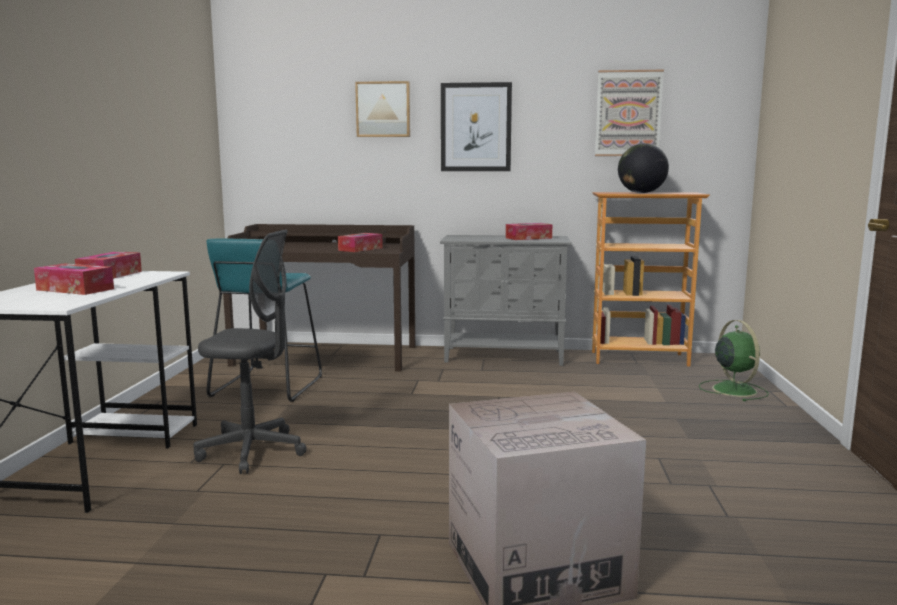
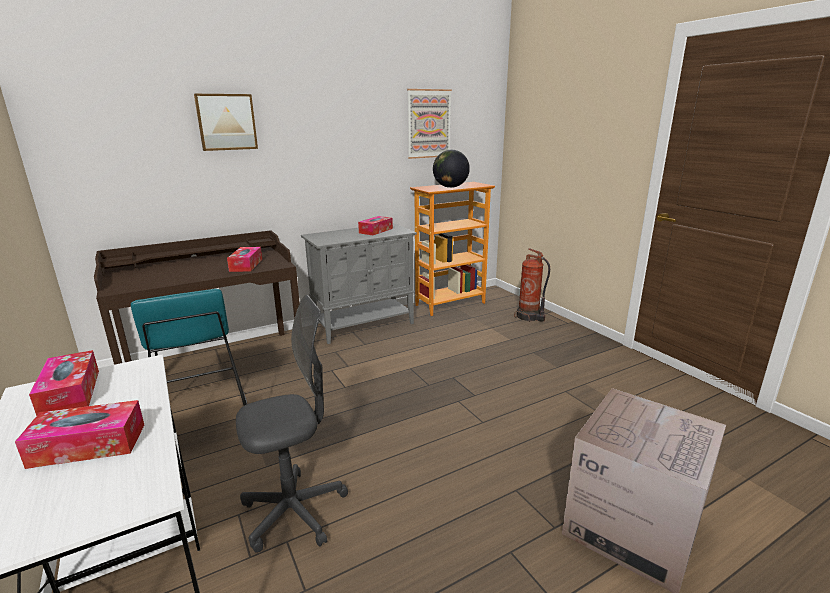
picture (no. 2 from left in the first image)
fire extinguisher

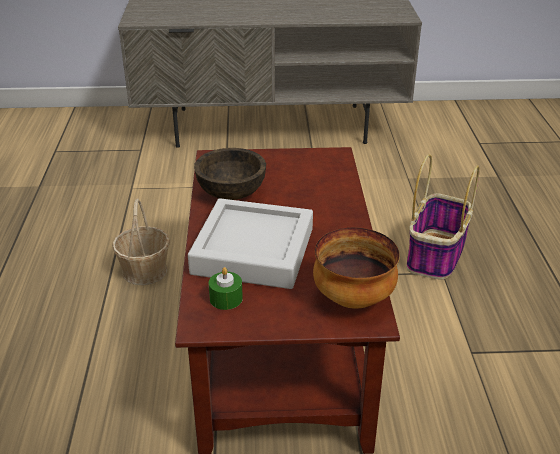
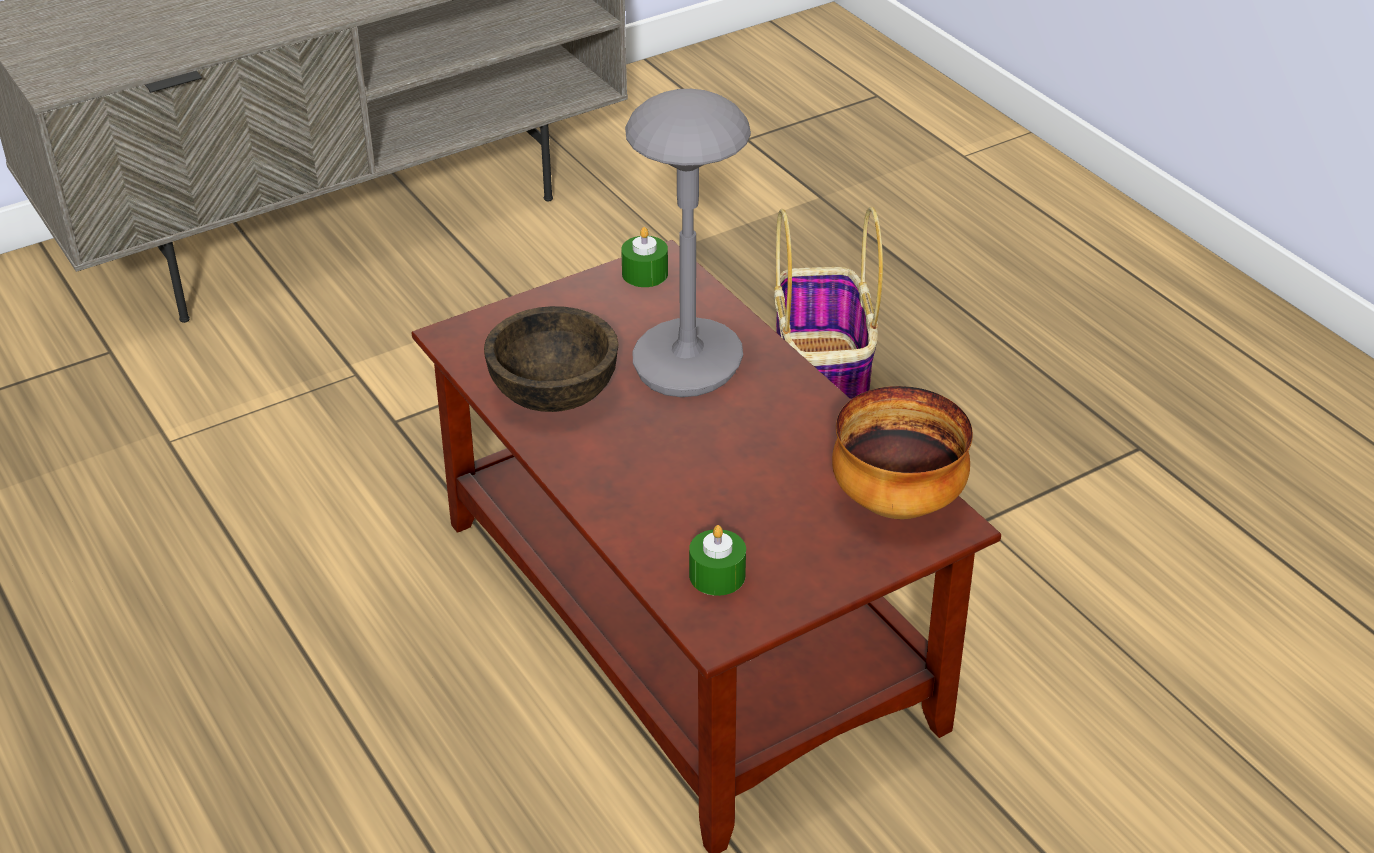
basket (no. 1 from left in the first image)
grey tray
green candle (no. 1 from left)
grey table lamp

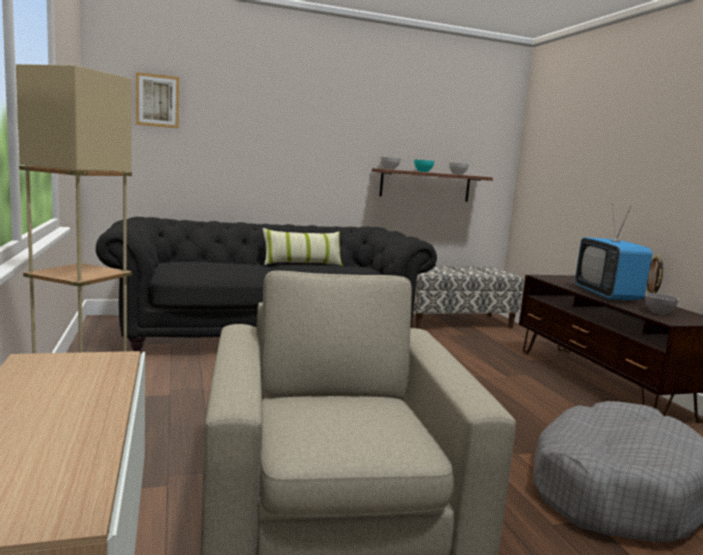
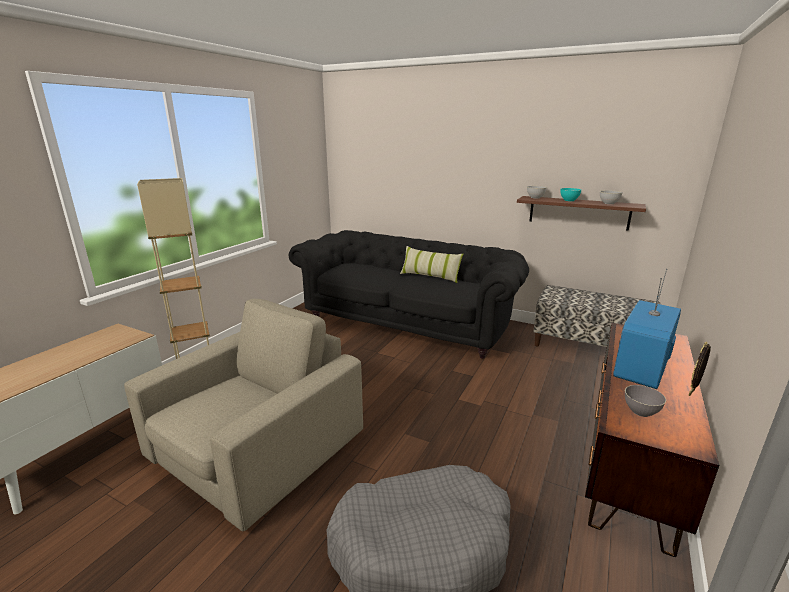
picture

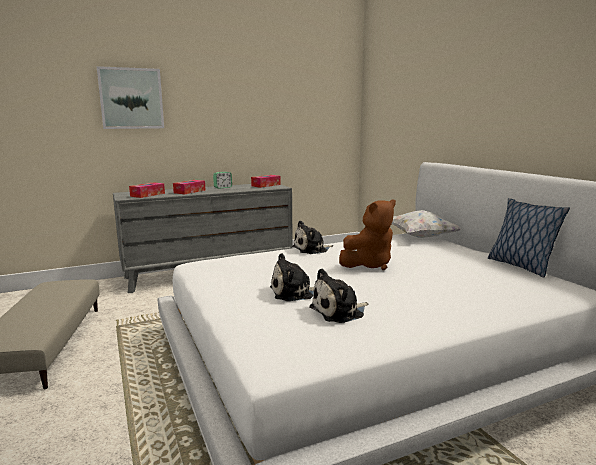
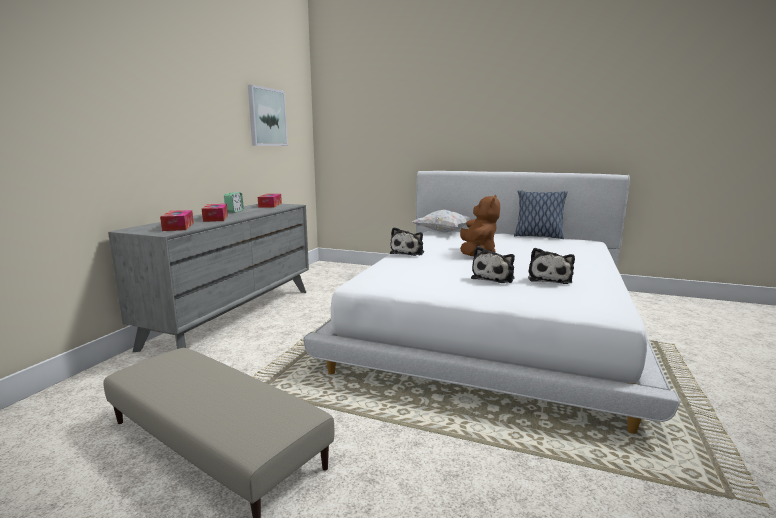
picture

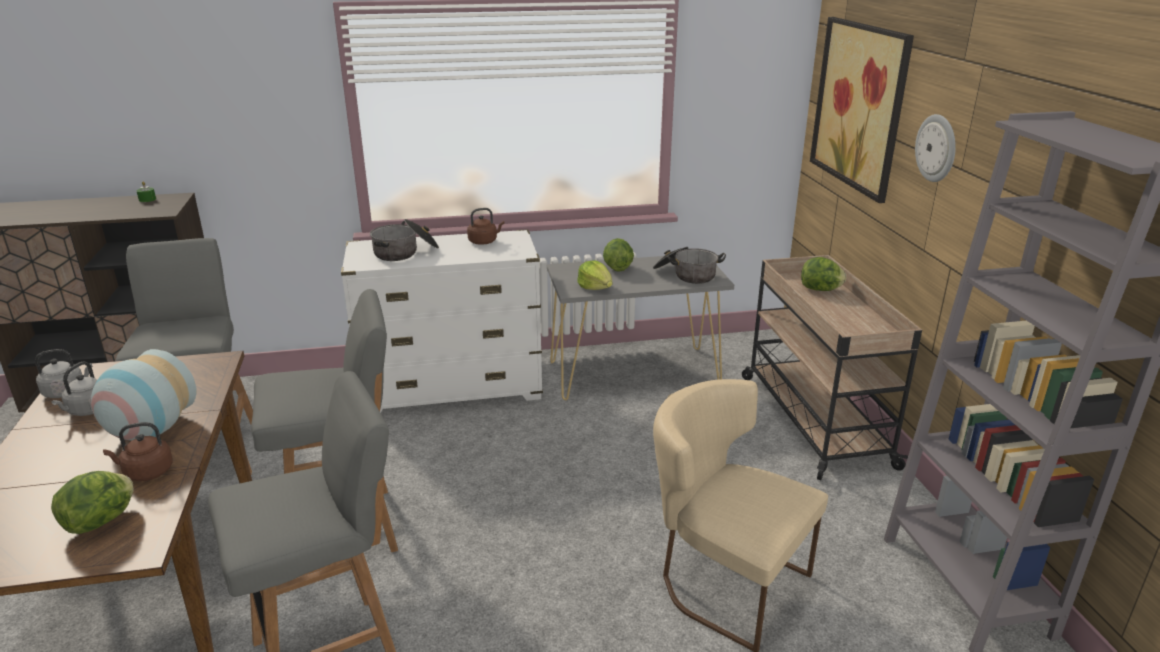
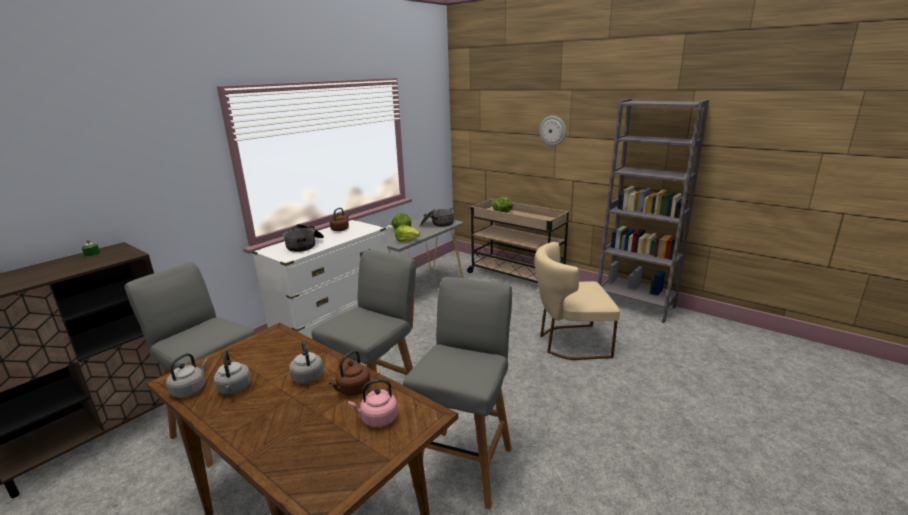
picture
pink kettle
grey kettle (no. 3 from left)

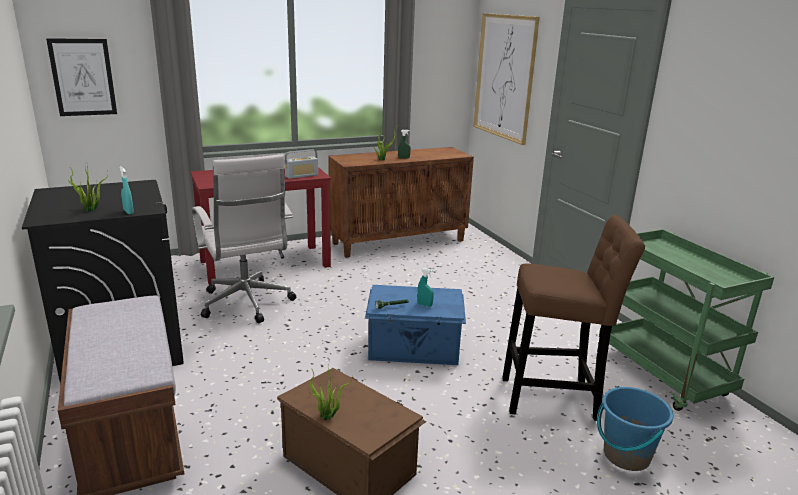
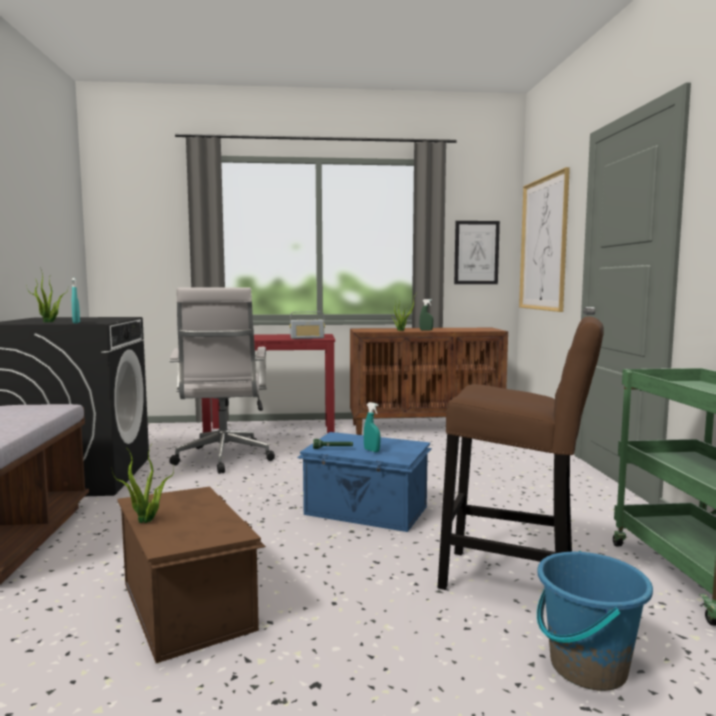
picture (no. 1 from left)

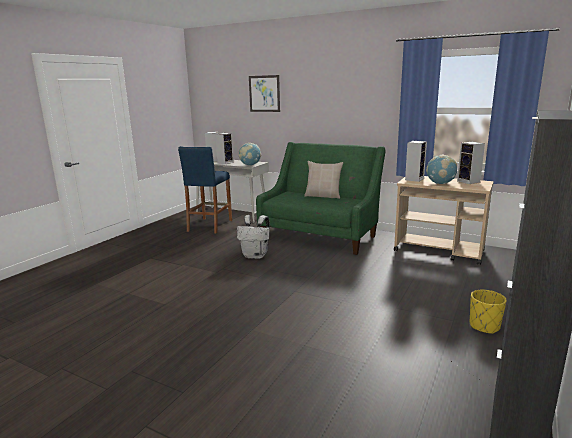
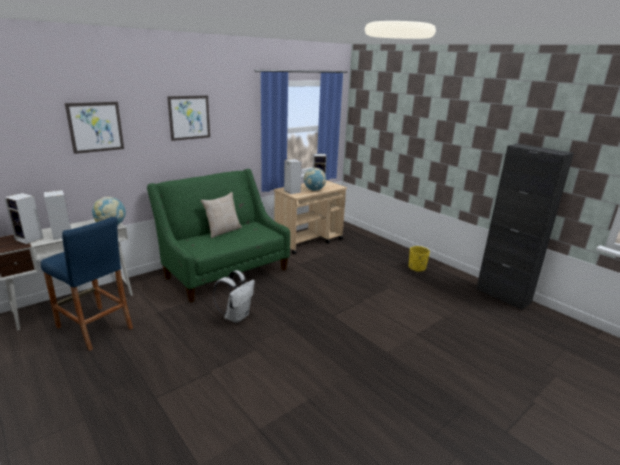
picture (no. 2 from left)

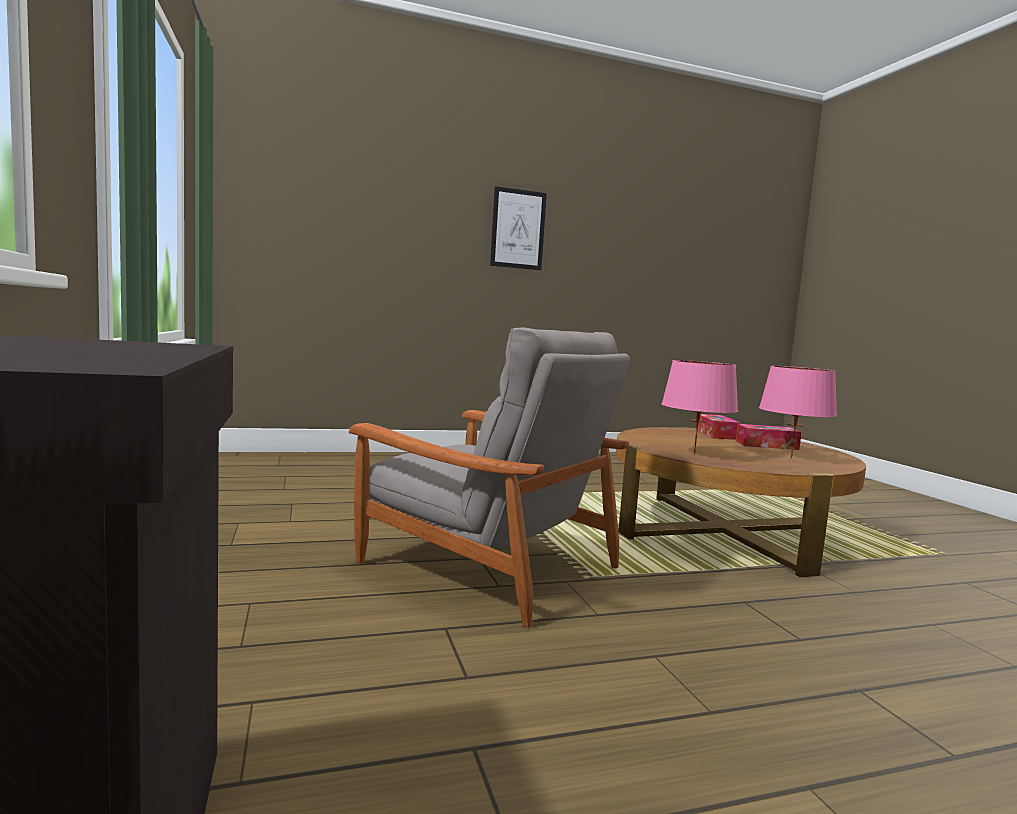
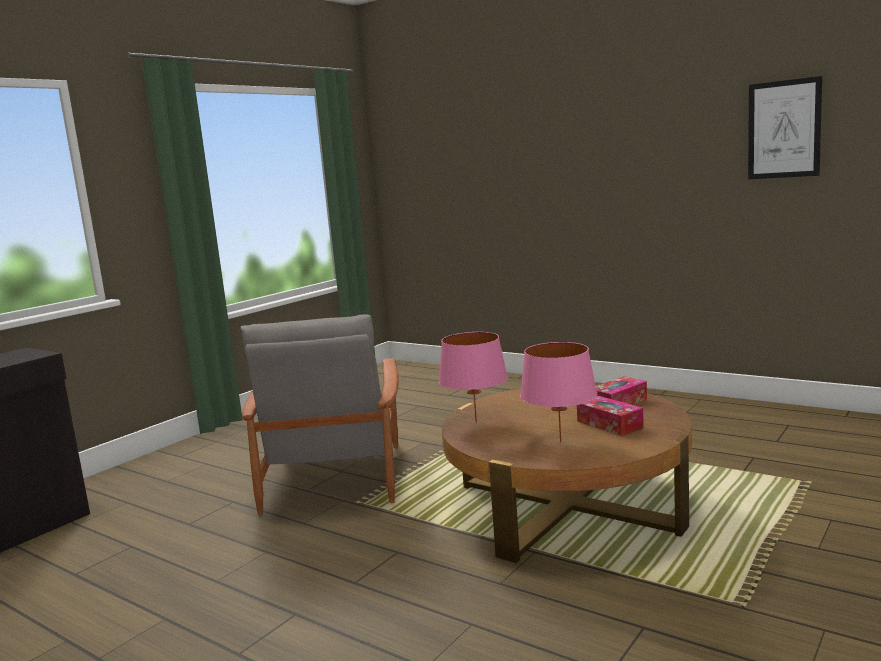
picture

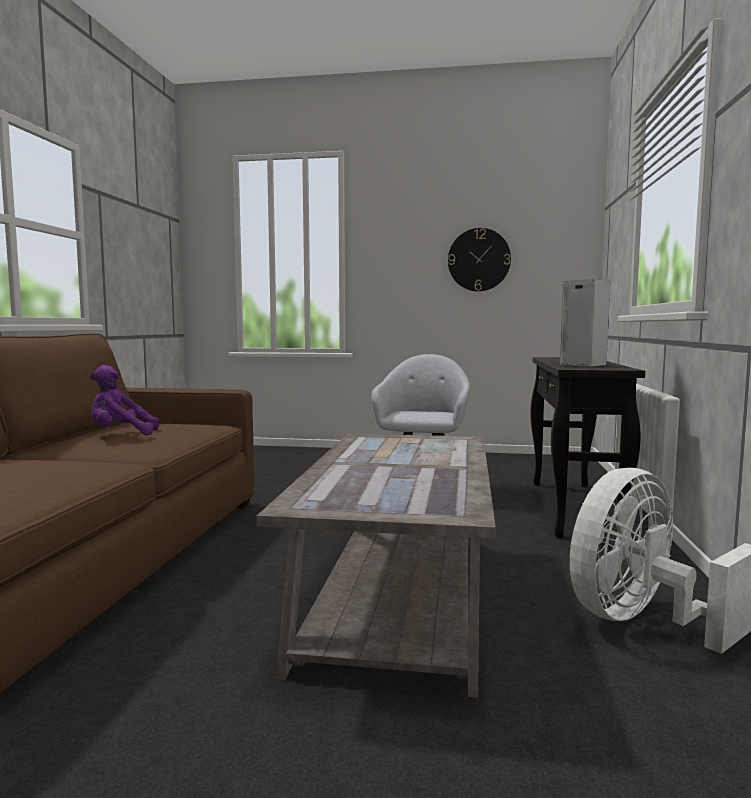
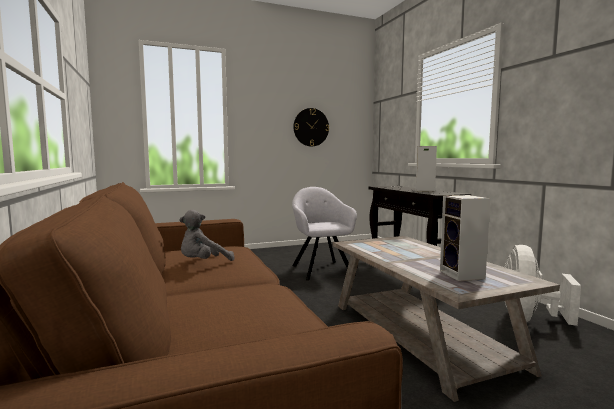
speaker (no. 2 from left)
grey plush toy

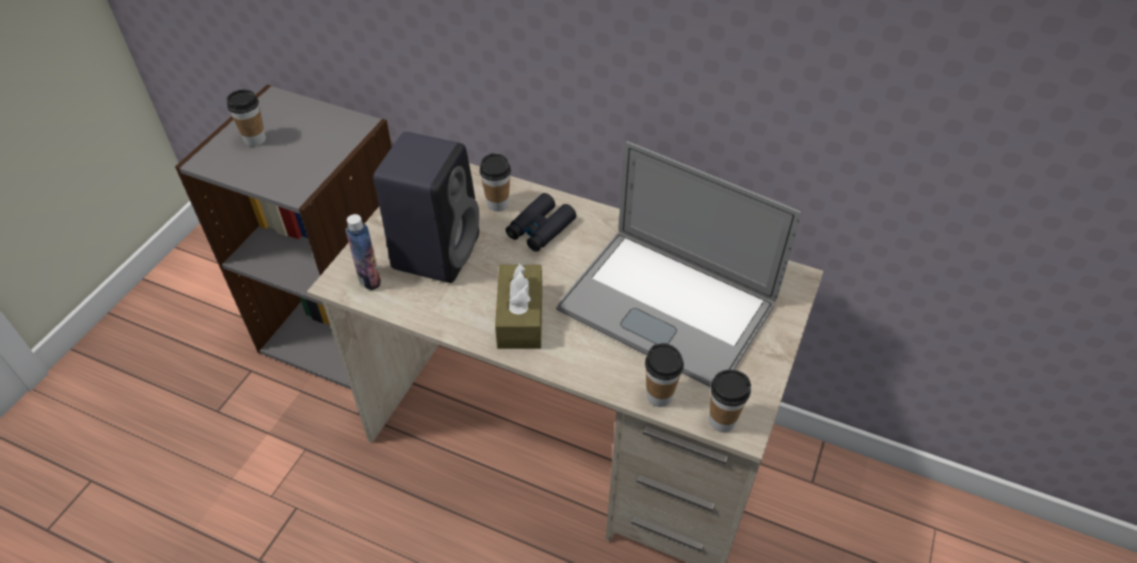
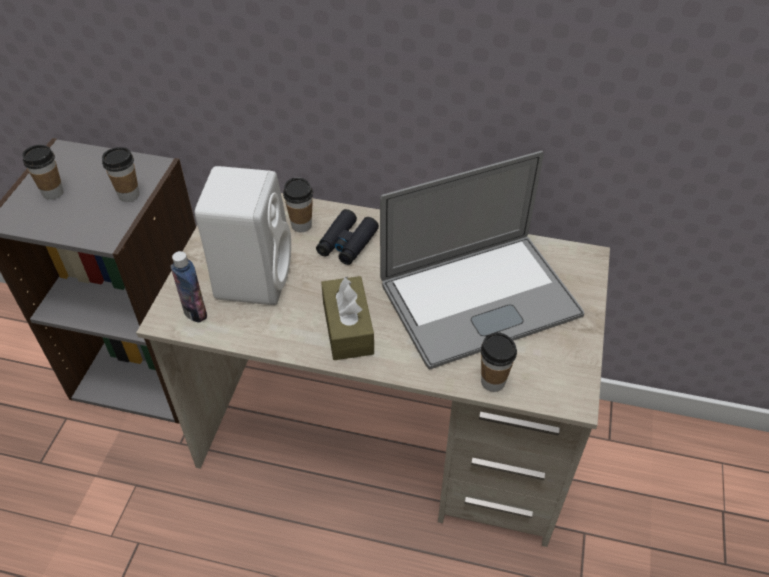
cup (no. 2 from left)
white speaker
laptop

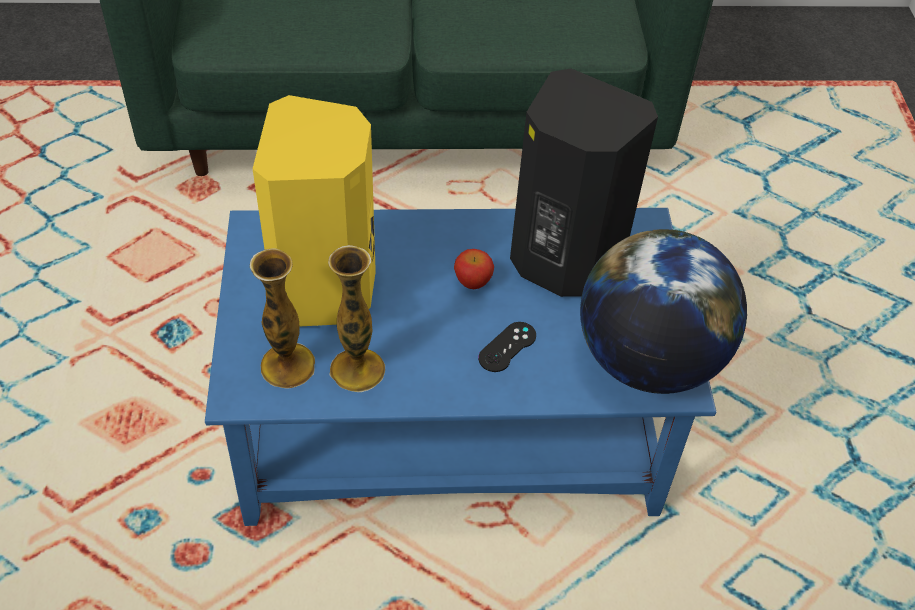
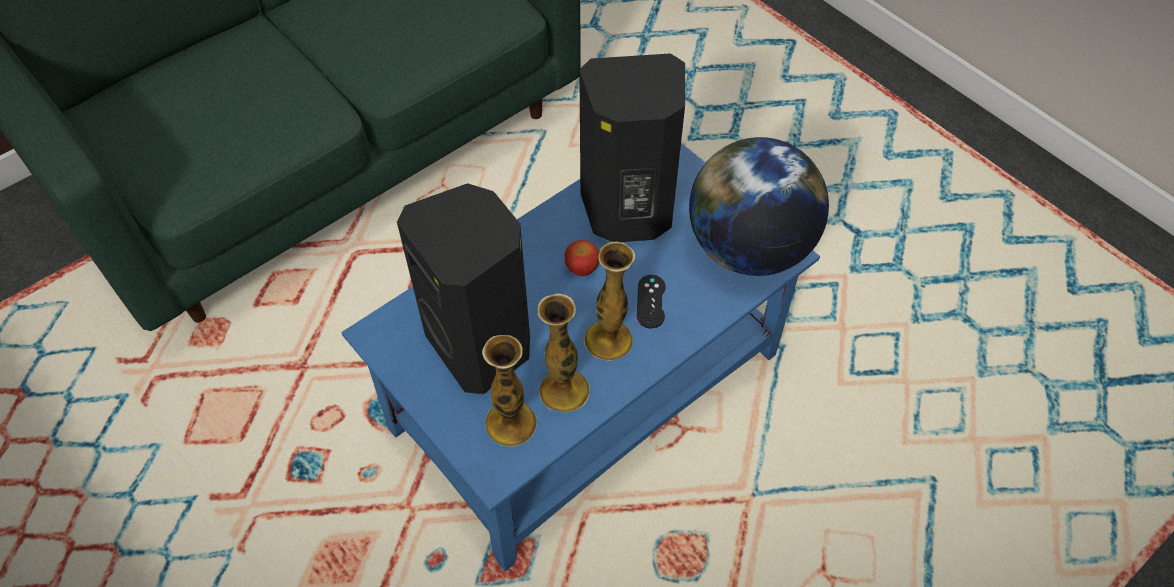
vase (no. 3 from left)
black speaker (no. 1 from left)

